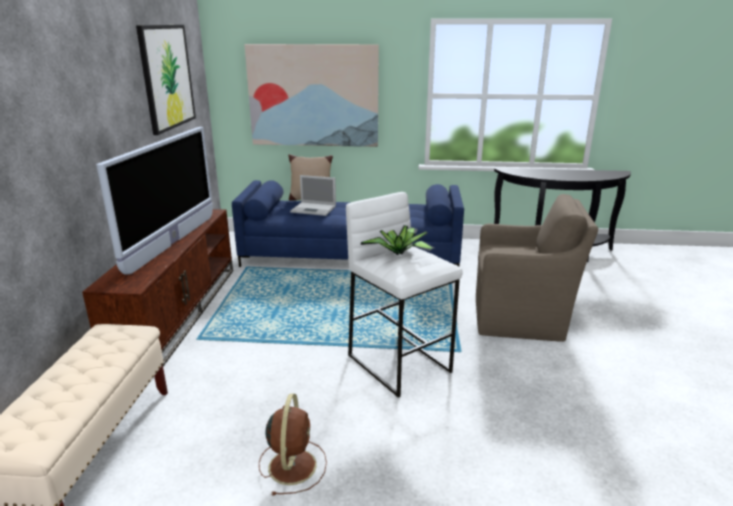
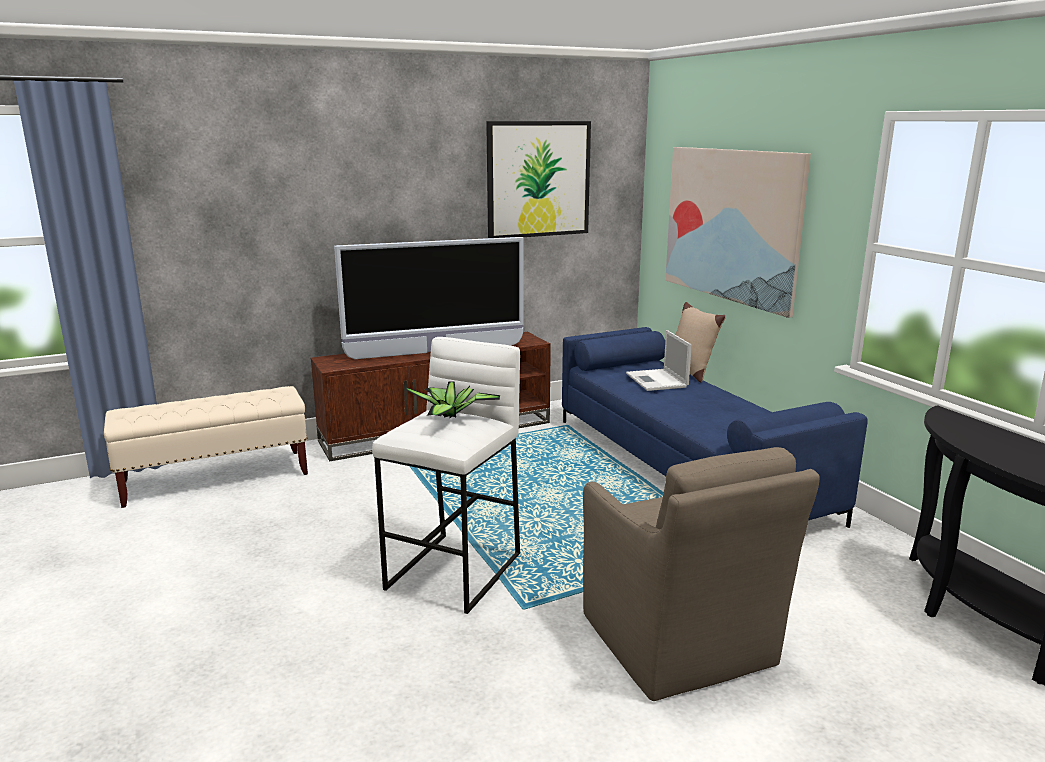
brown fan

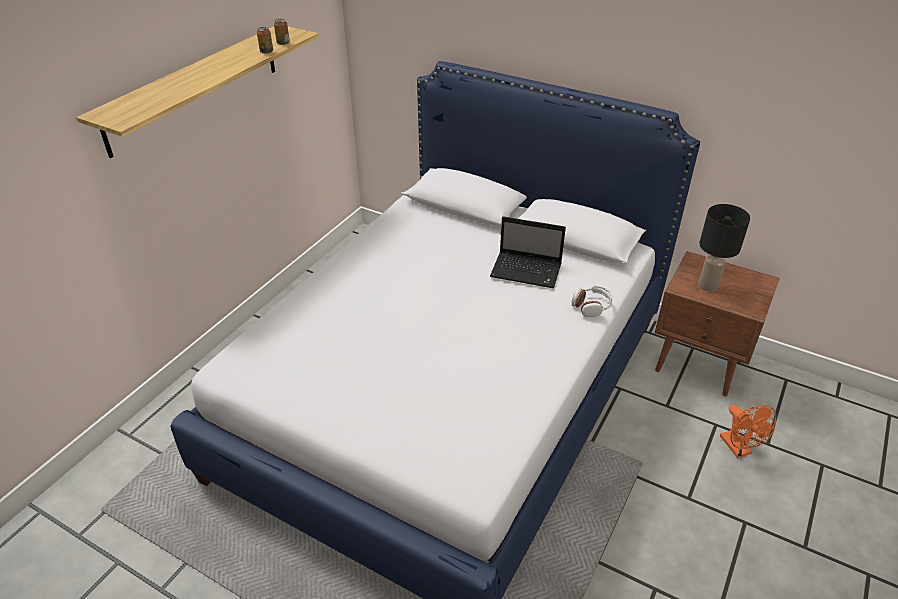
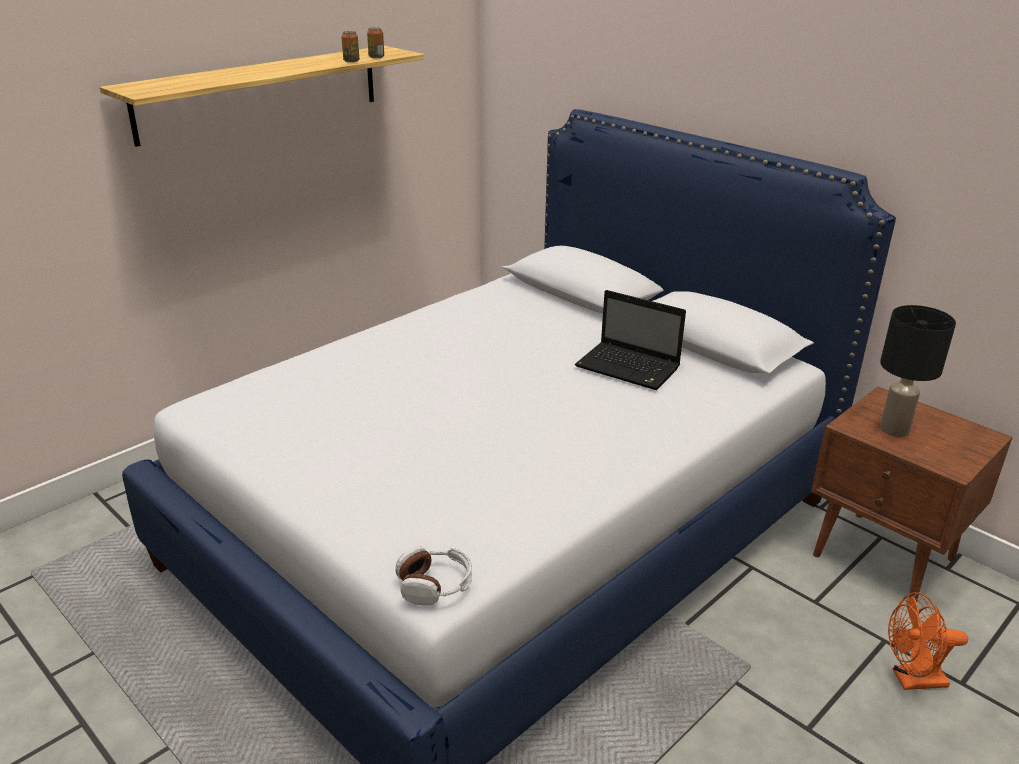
headphones
orange fan

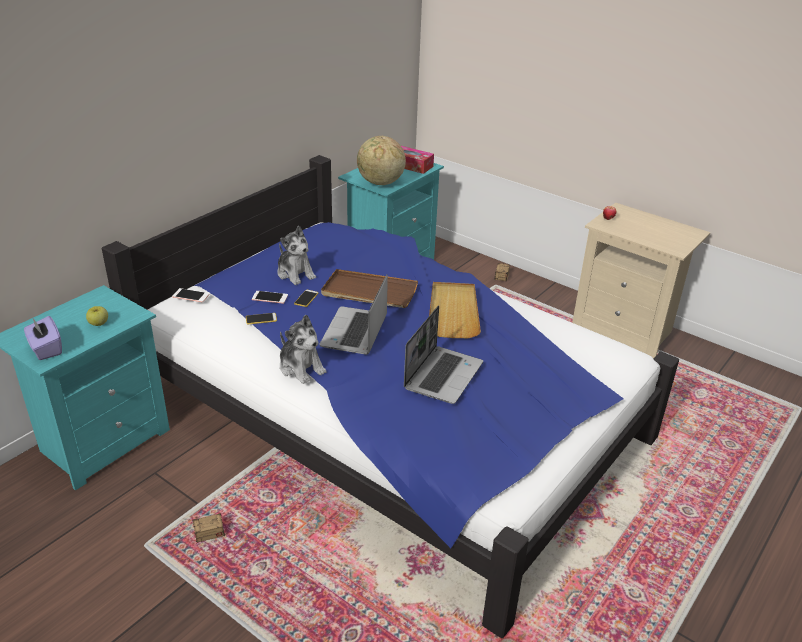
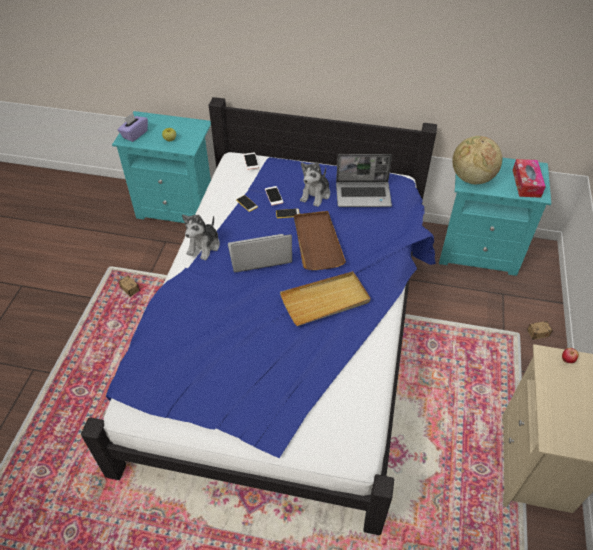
laptop (no. 2 from left)

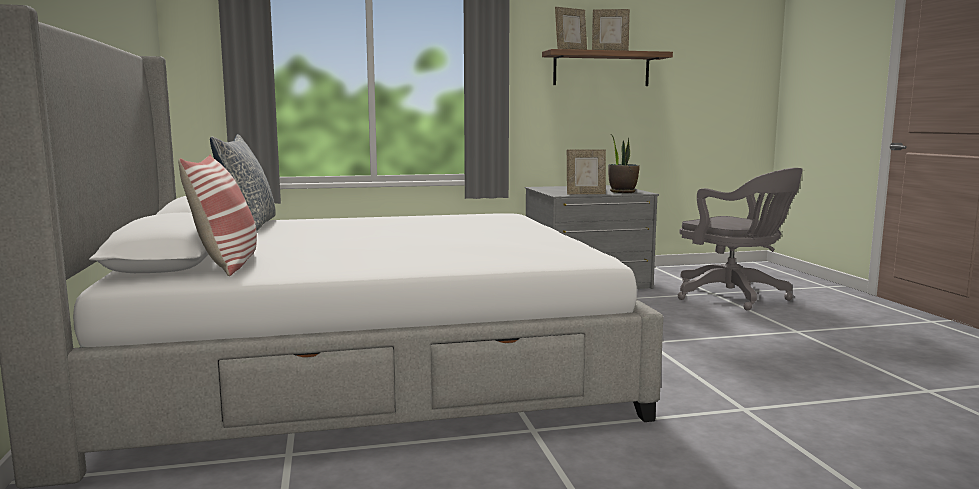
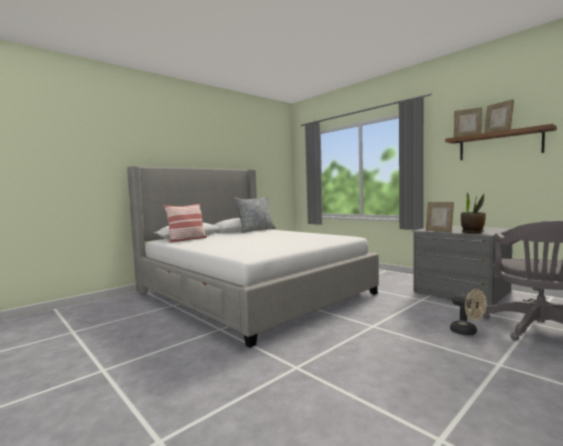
beige fan

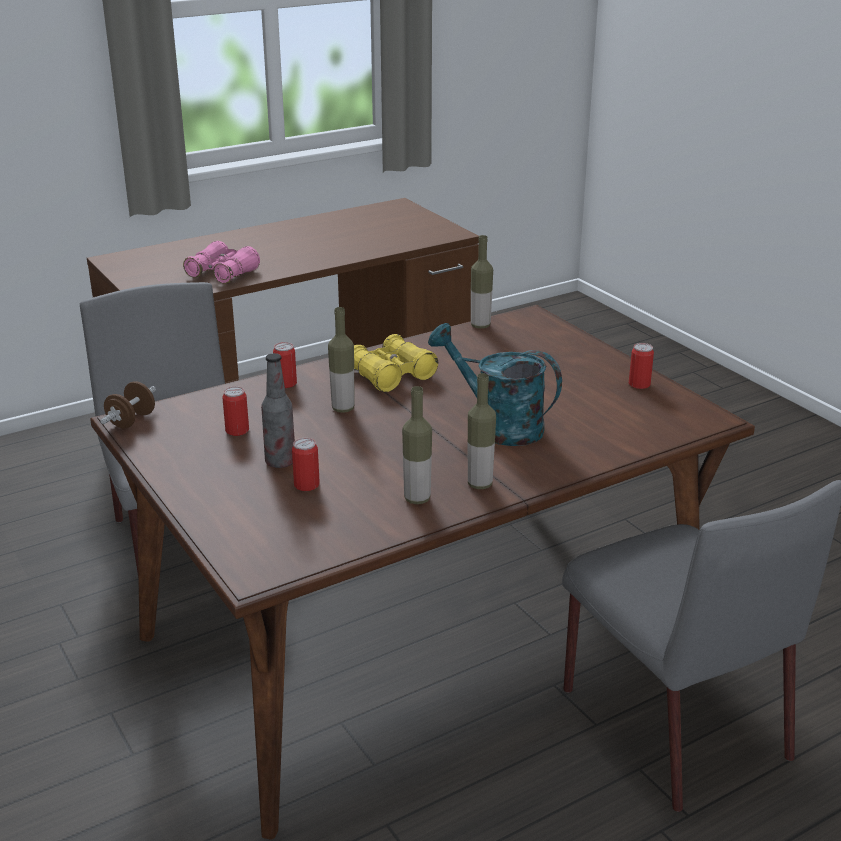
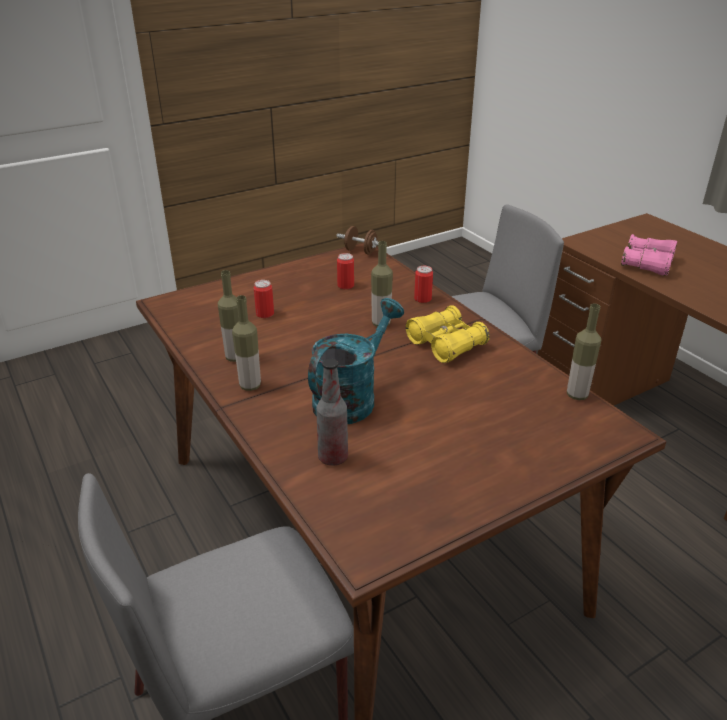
can (no. 4 from left in the first image)
bottle (no. 3 from left)

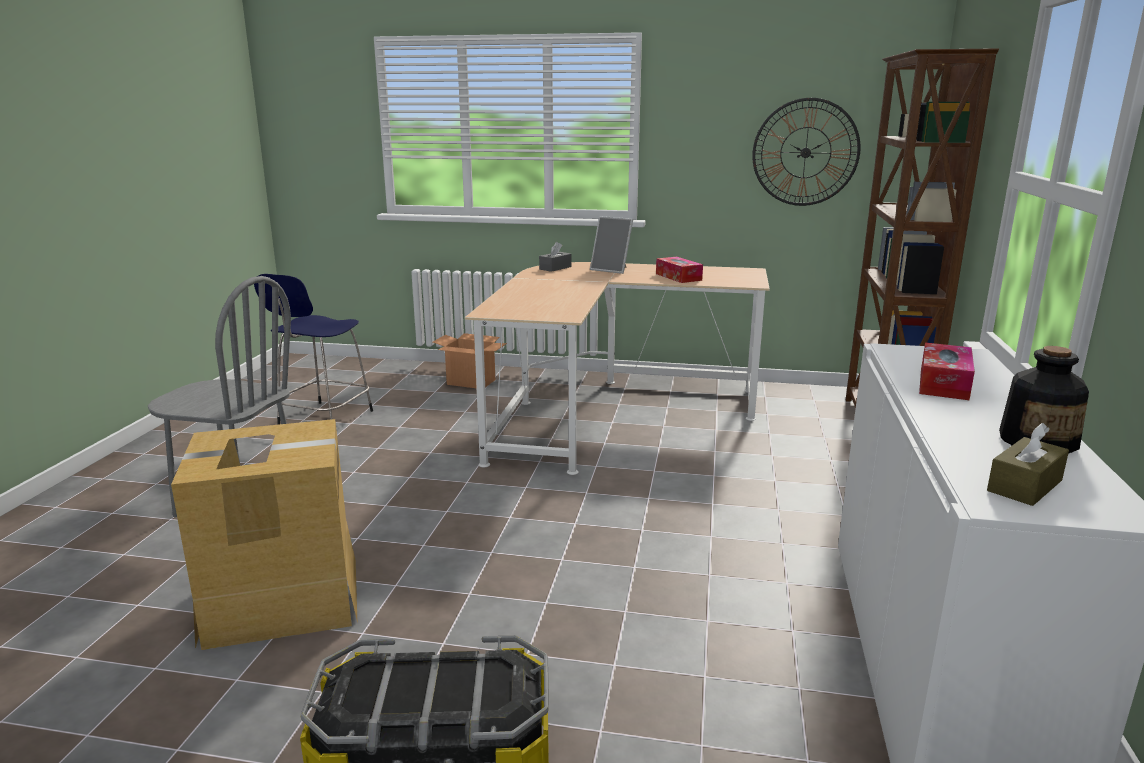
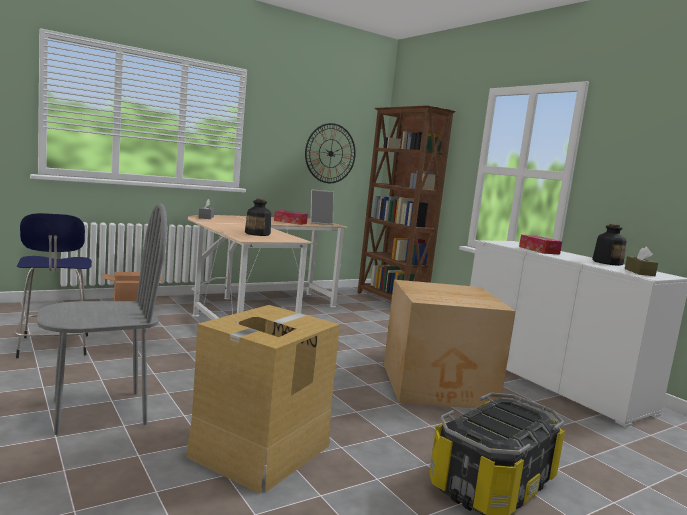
bottle (no. 1 from left)
cardboard box (no. 3 from left)
picture frame

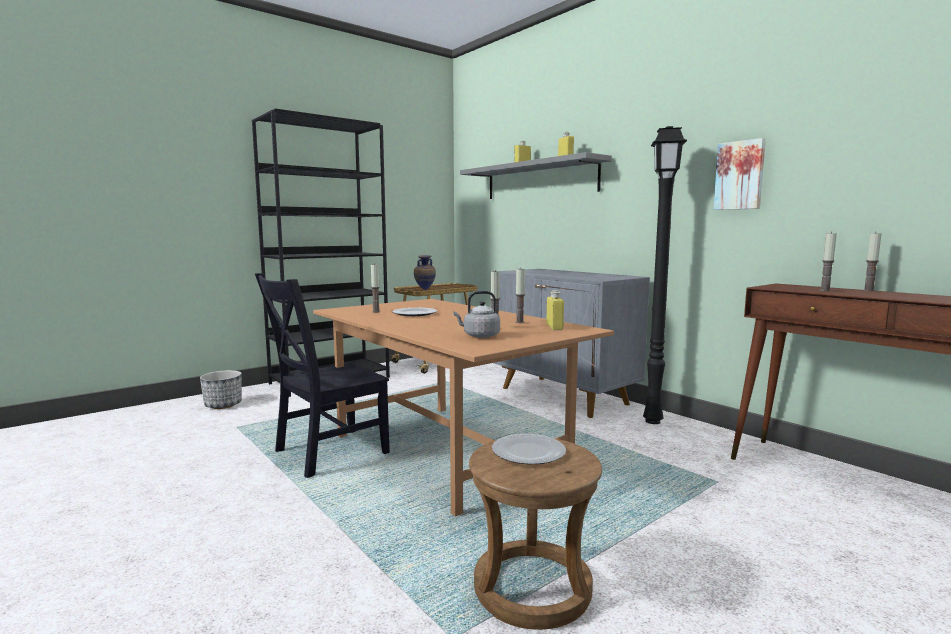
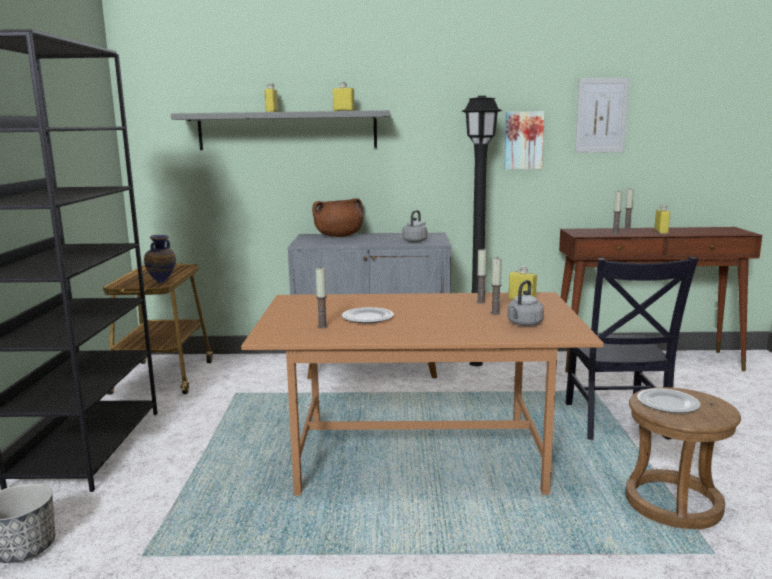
brown cooking pot
grey kettle (no. 1 from left)
picture (no. 2 from left)
yellow bottle (no. 4 from left)
black chair

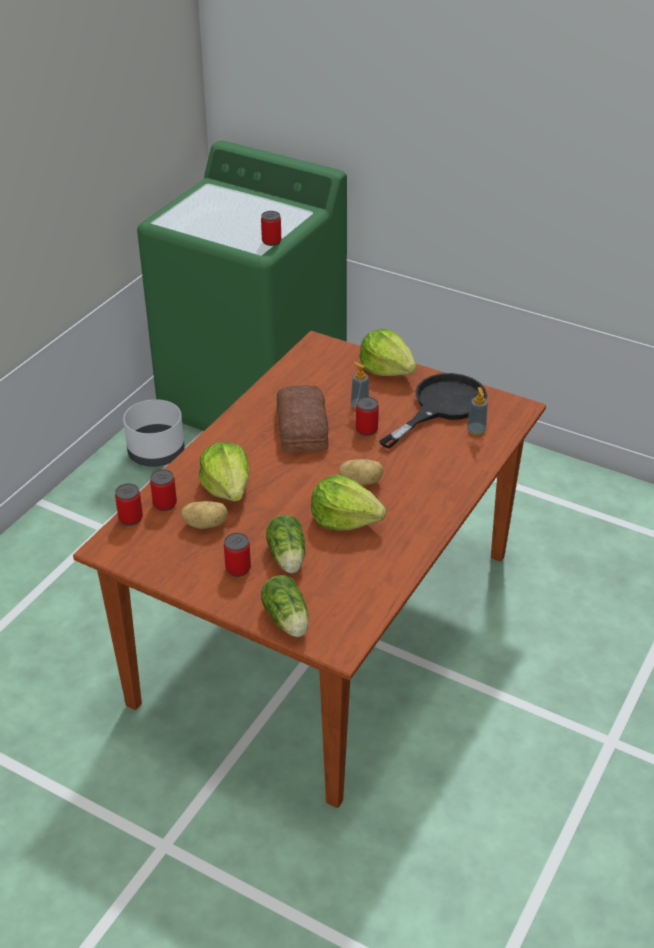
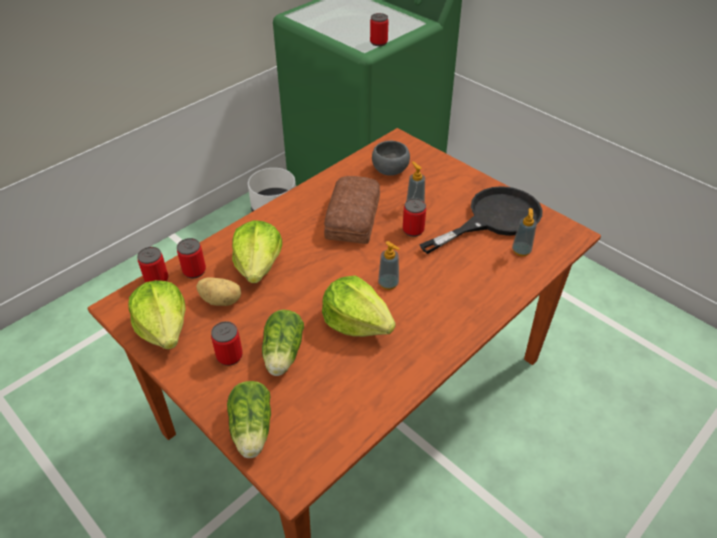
grey bowl
lettuce (no. 1 from left)
soap dispenser (no. 1 from left)

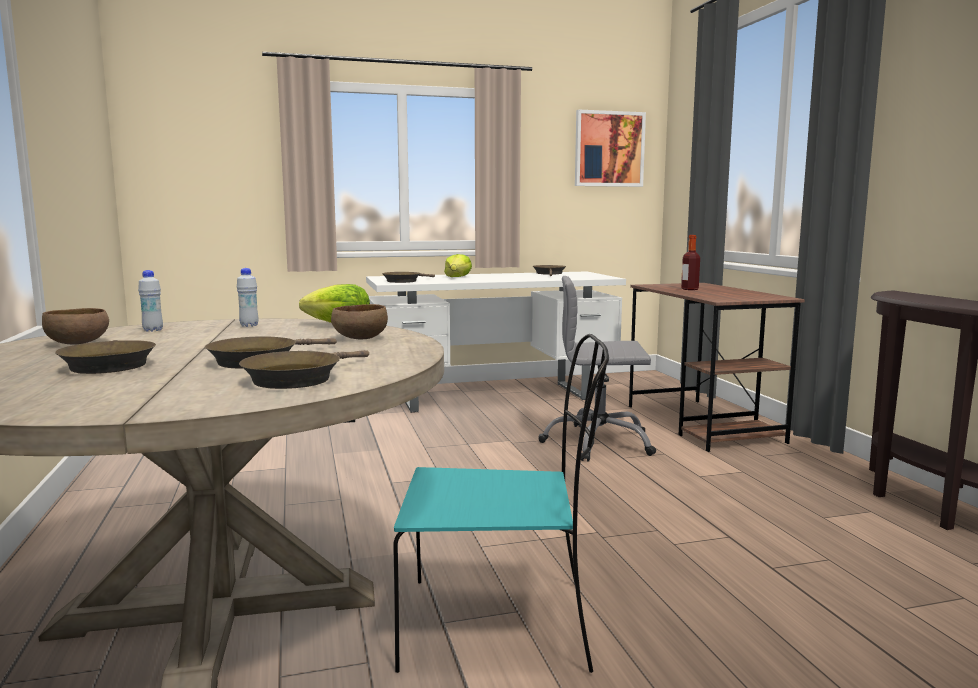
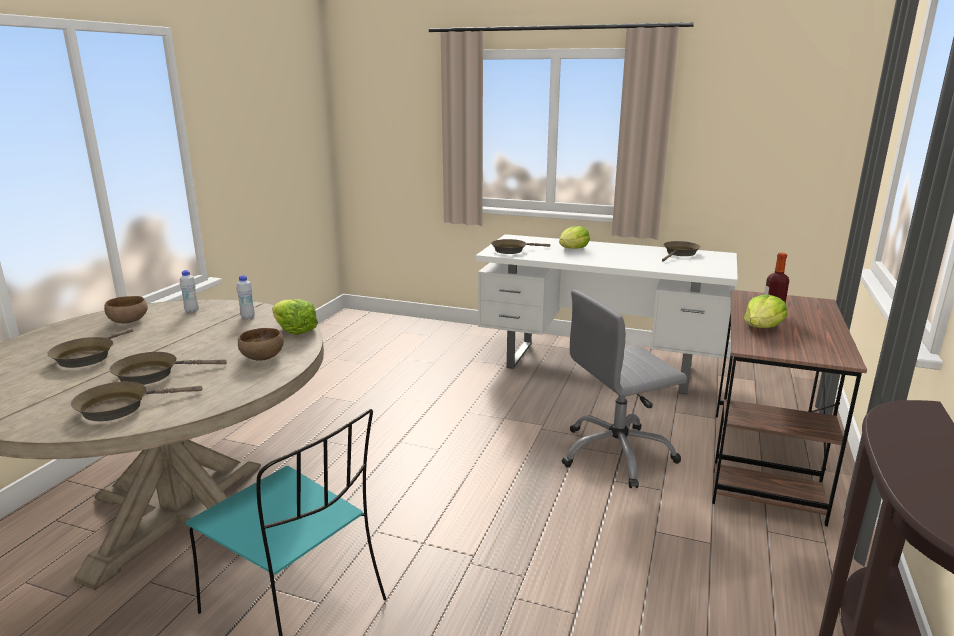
picture
lettuce (no. 3 from left)
grey office chair

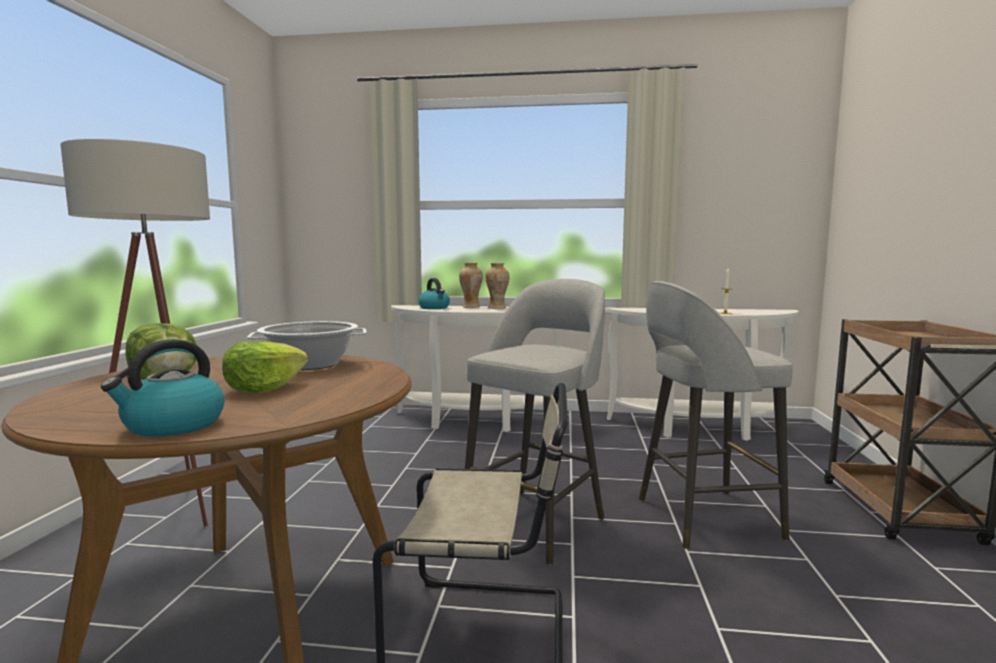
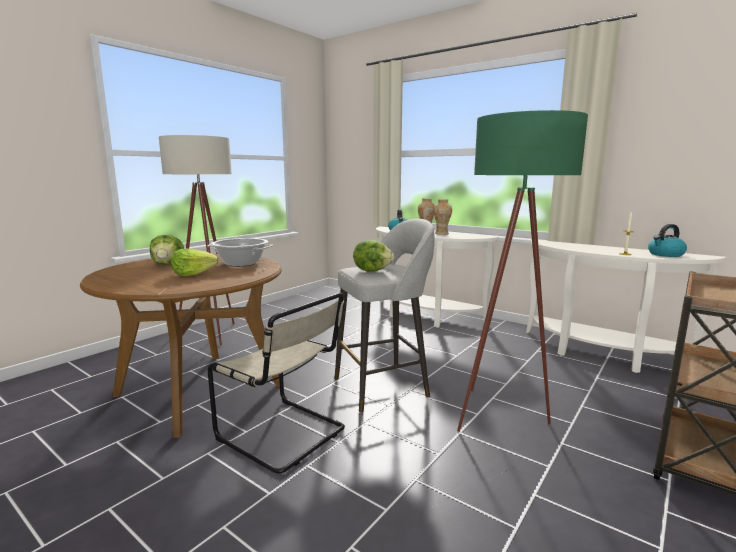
lettuce (no. 3 from left)
kettle (no. 2 from left)
green floor lamp

